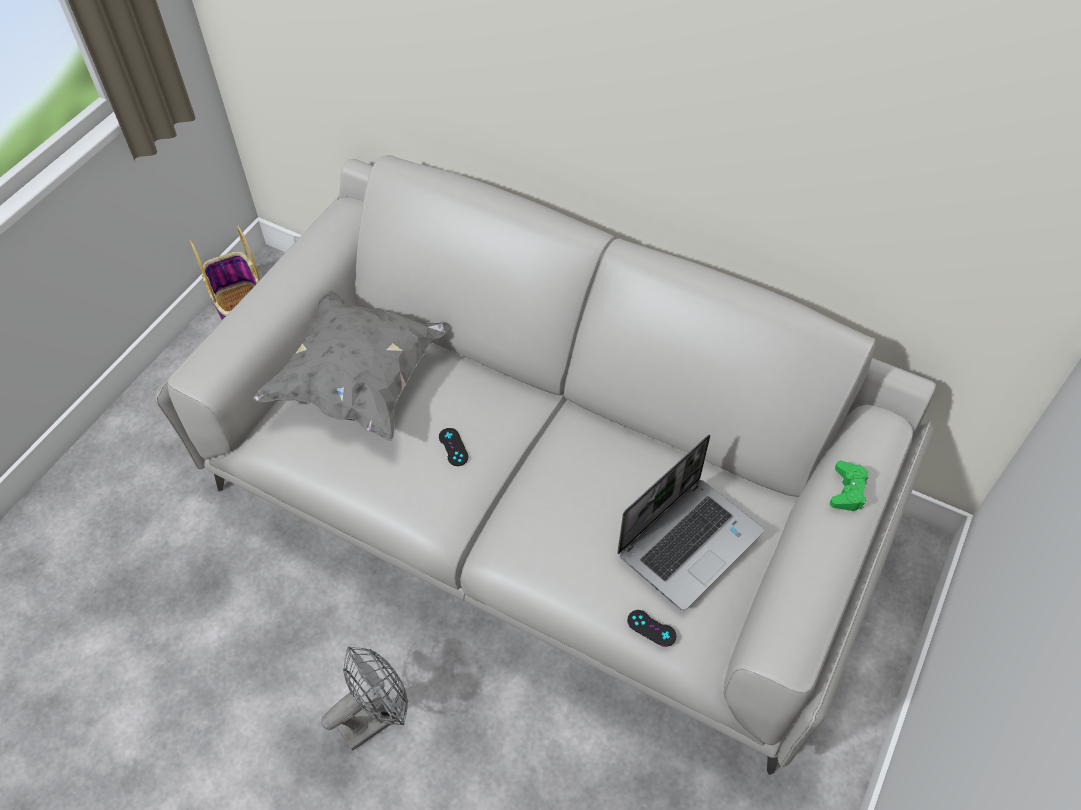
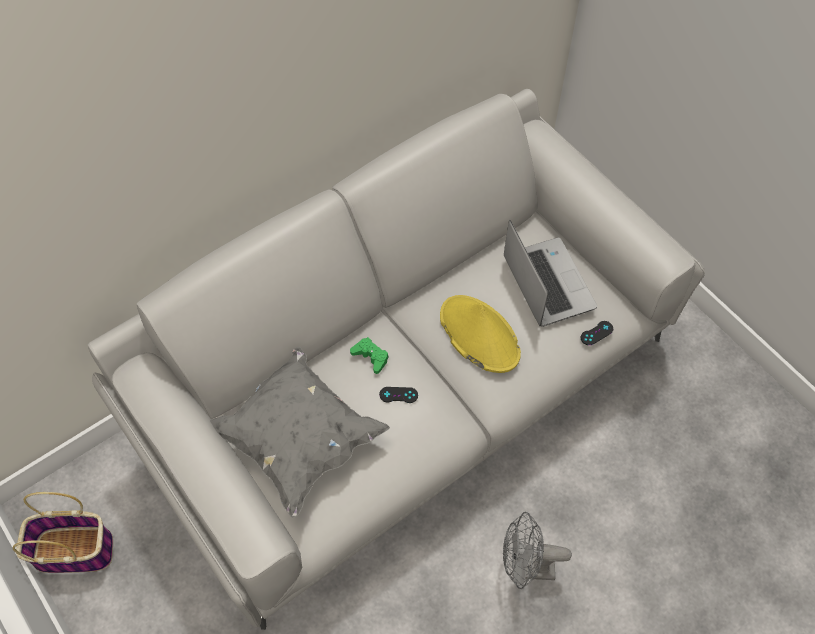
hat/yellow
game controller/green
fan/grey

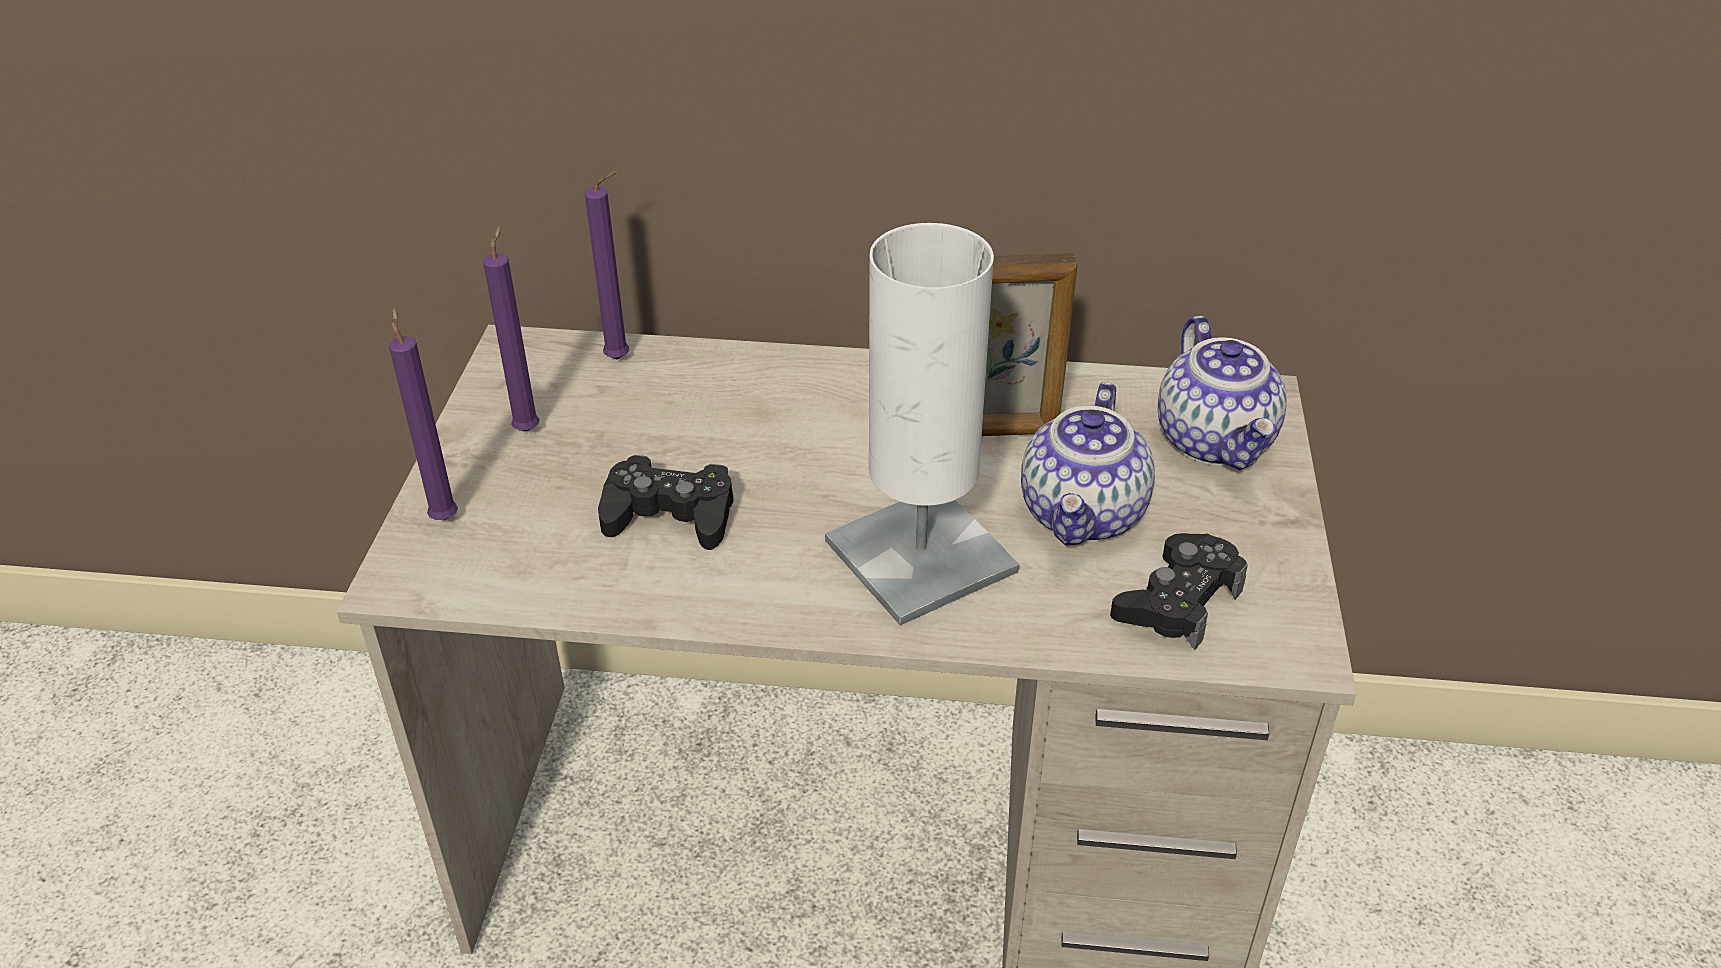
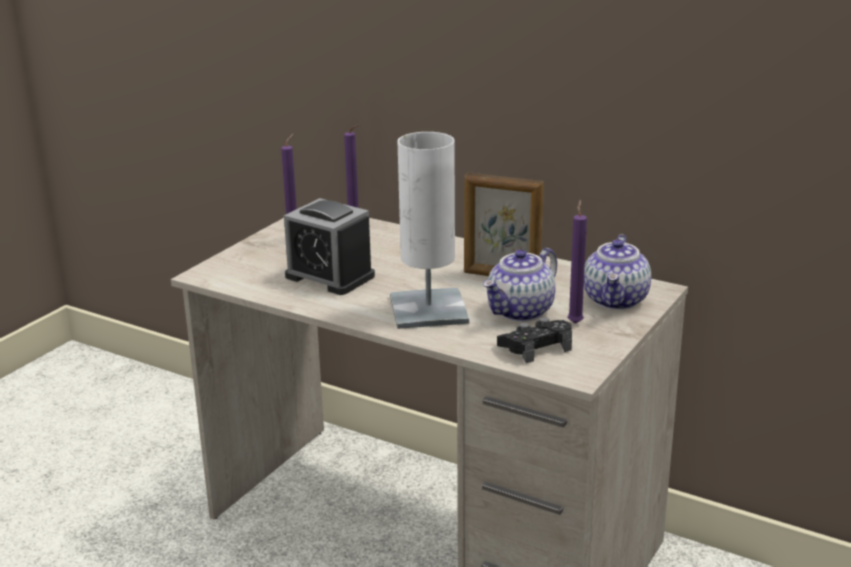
candle/purple (no. 3 from left)
alarm clock

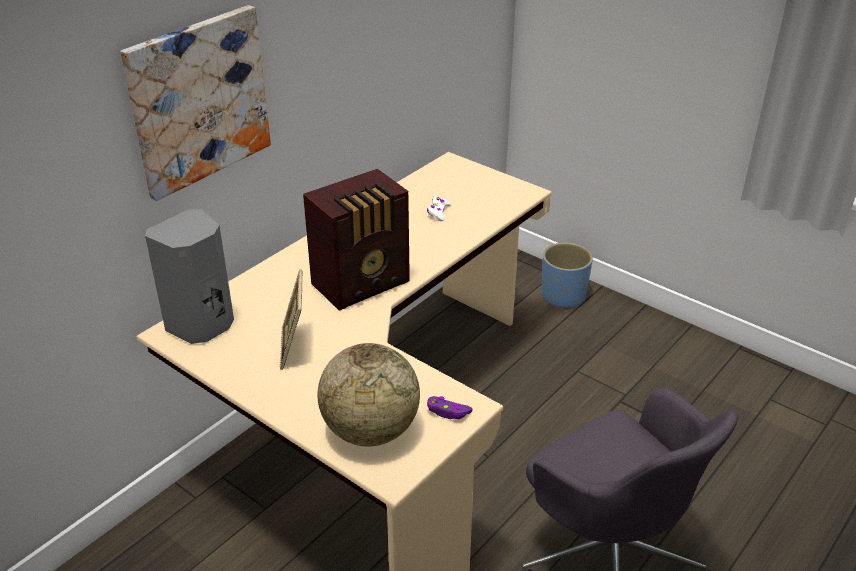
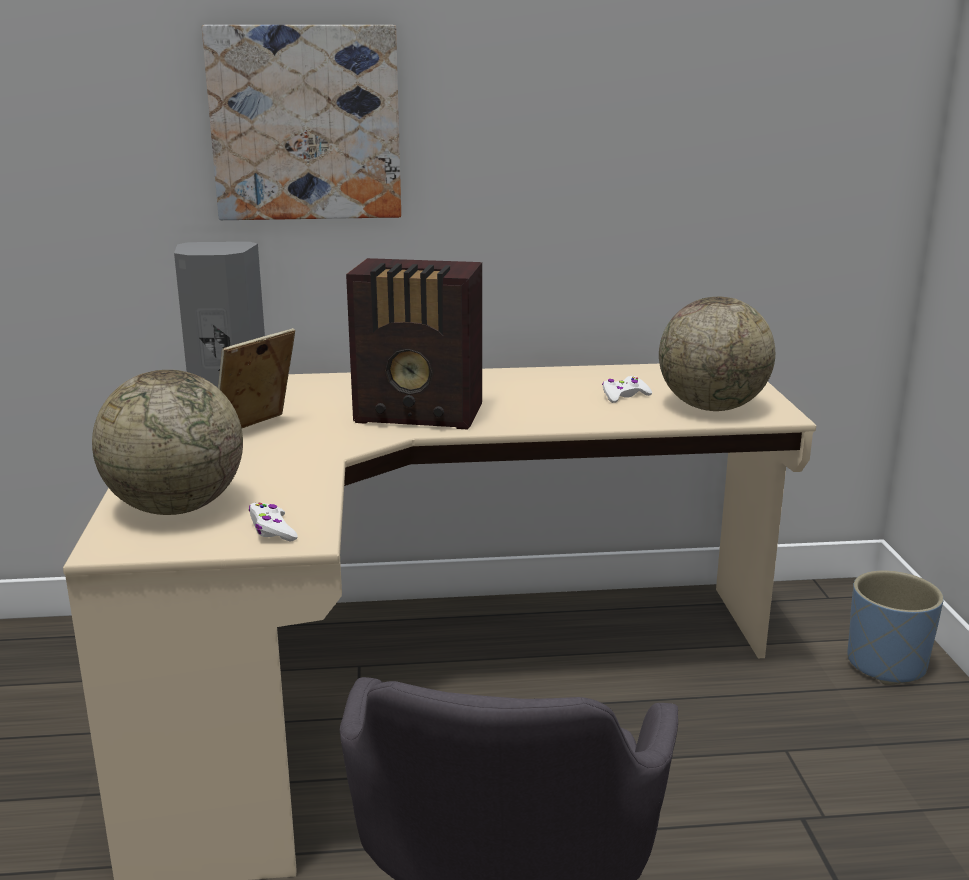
globe (no. 2 from left)
game controller/white (no. 1 from left)

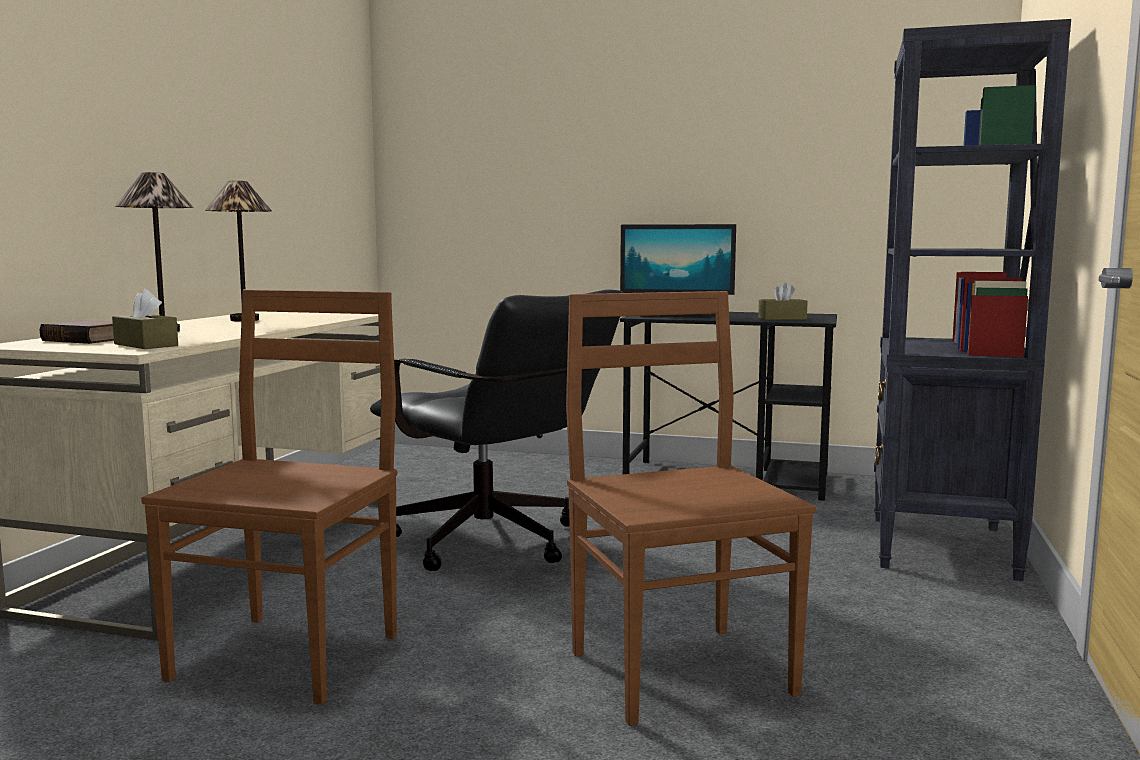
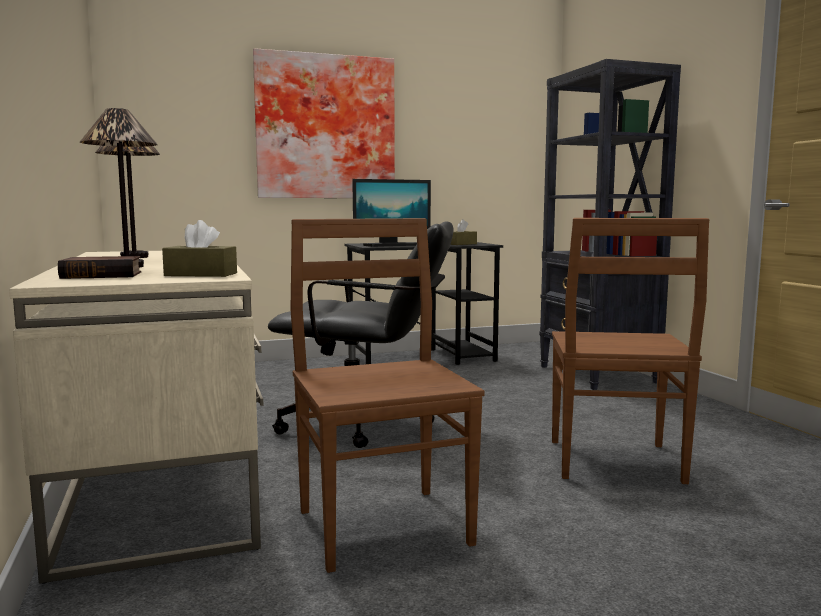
picture
chair/brown (no. 2 from left)

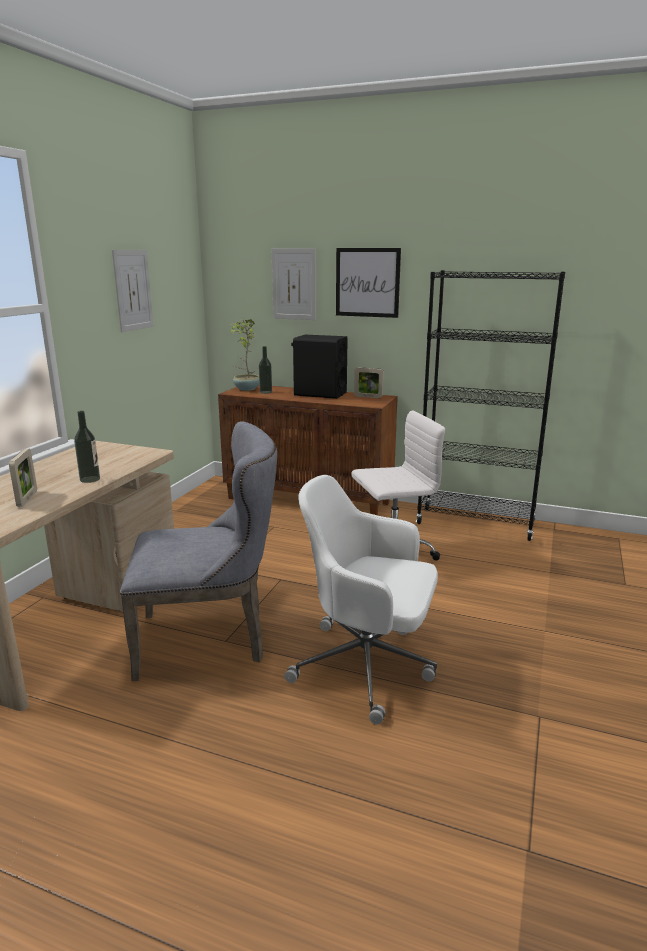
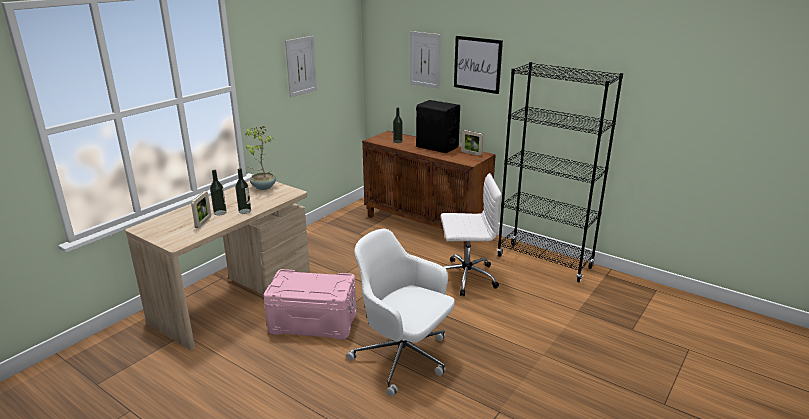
bottle (no. 1 from left)
potted plant
storage box/pink

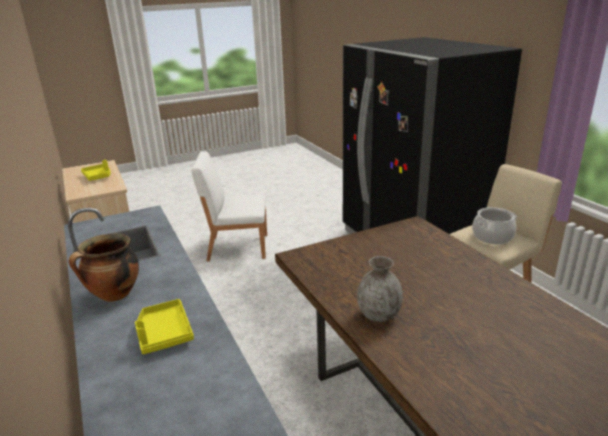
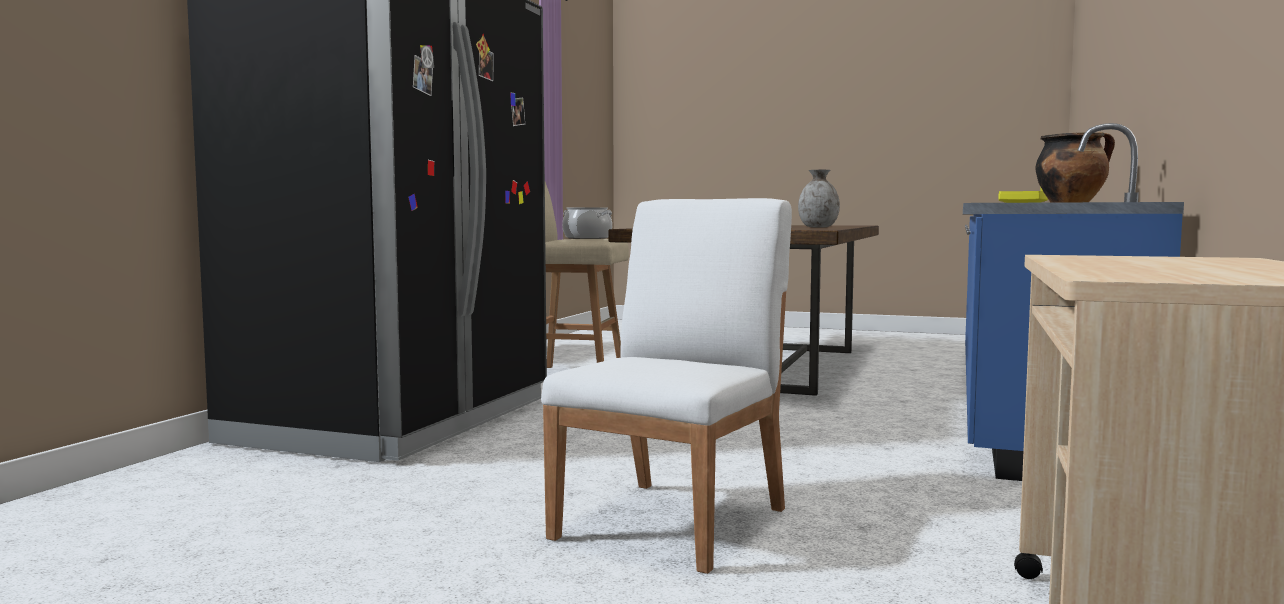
tray/yellow (no. 1 from left in the first image)
chair/white

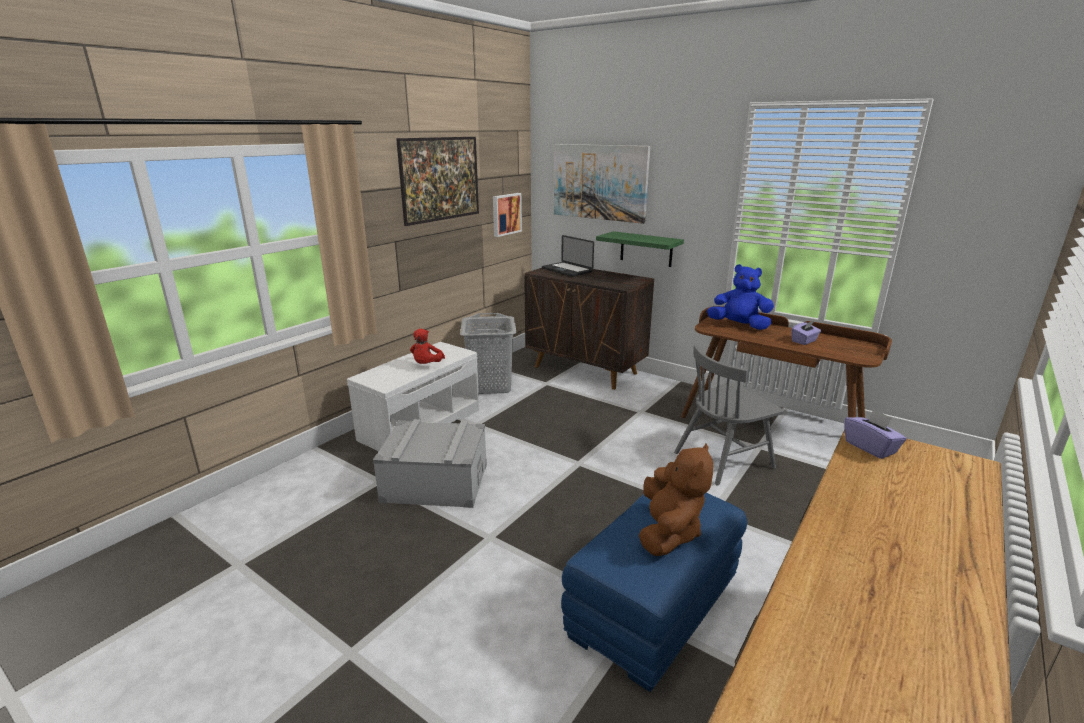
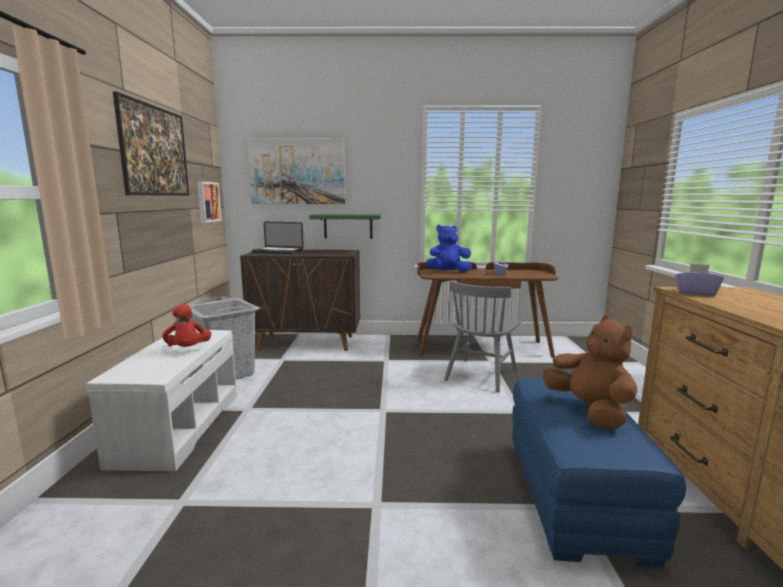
storage box/grey

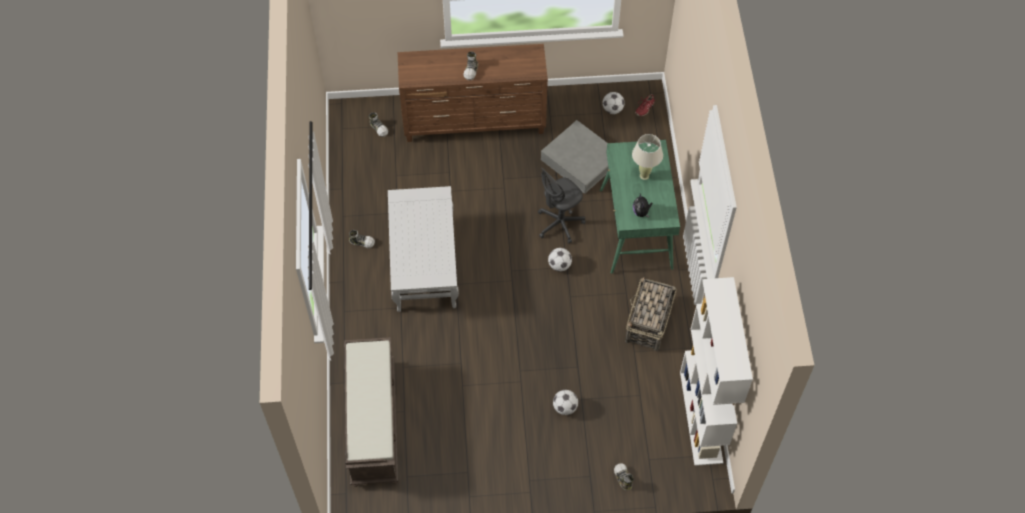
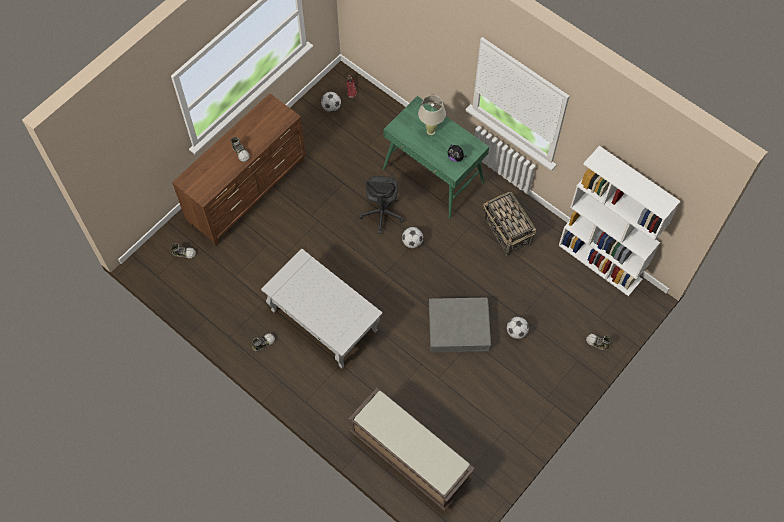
storage box/grey

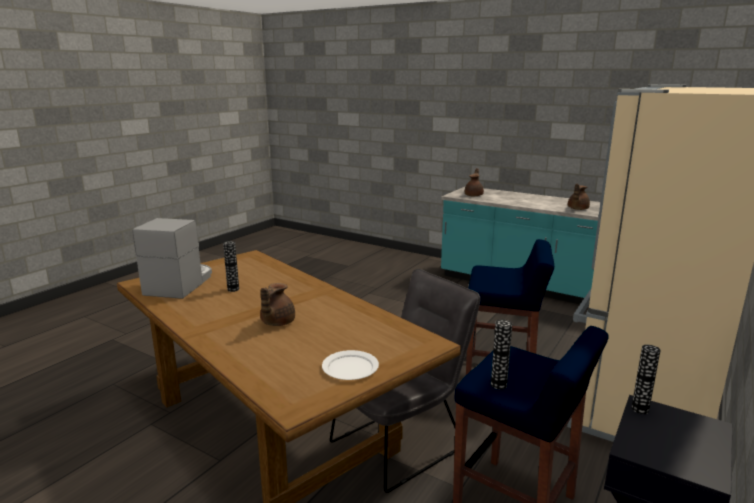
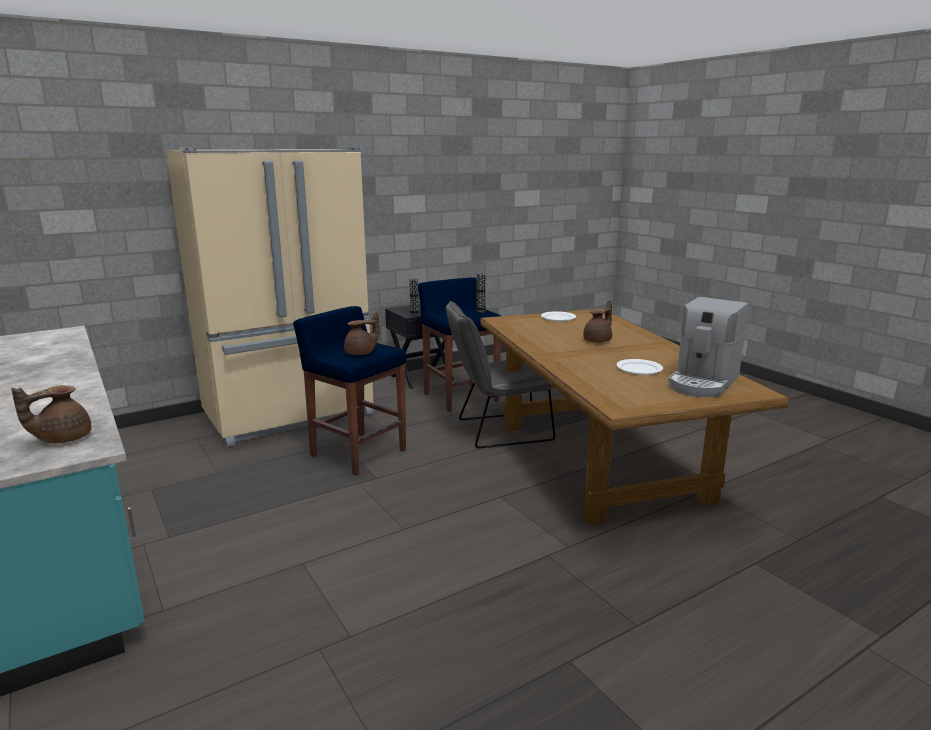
teapot/brown (no. 2 from left)
plate/white (no. 2 from left)

